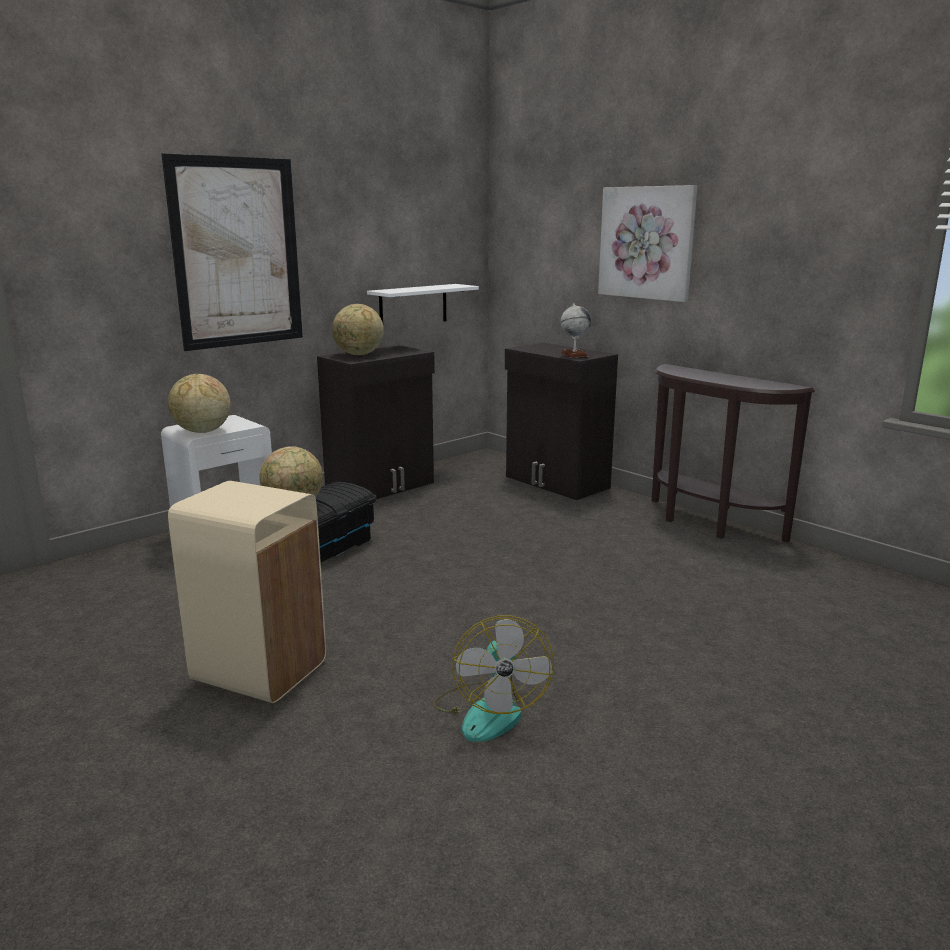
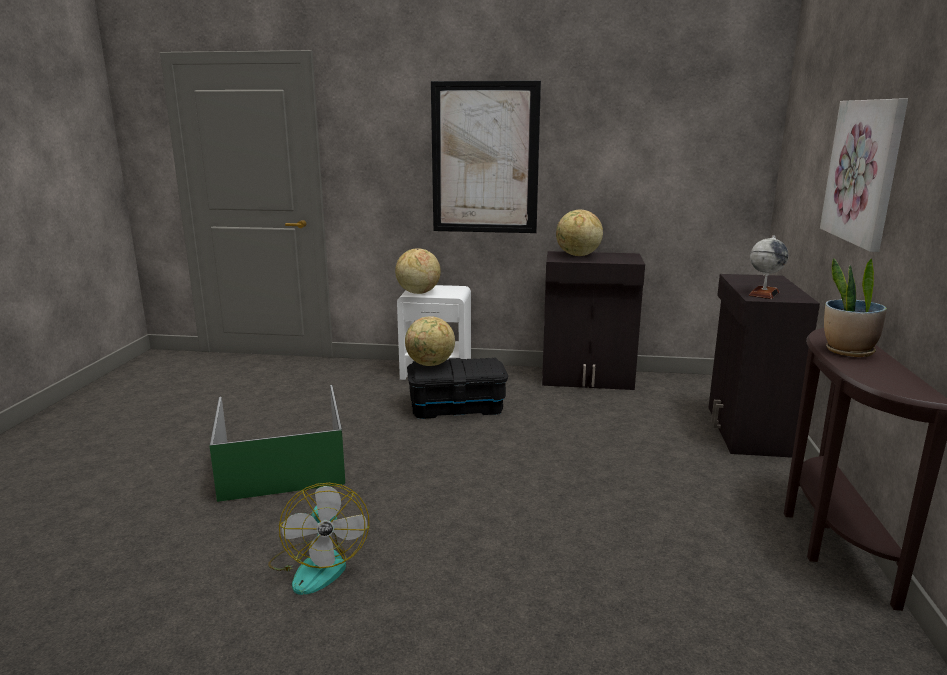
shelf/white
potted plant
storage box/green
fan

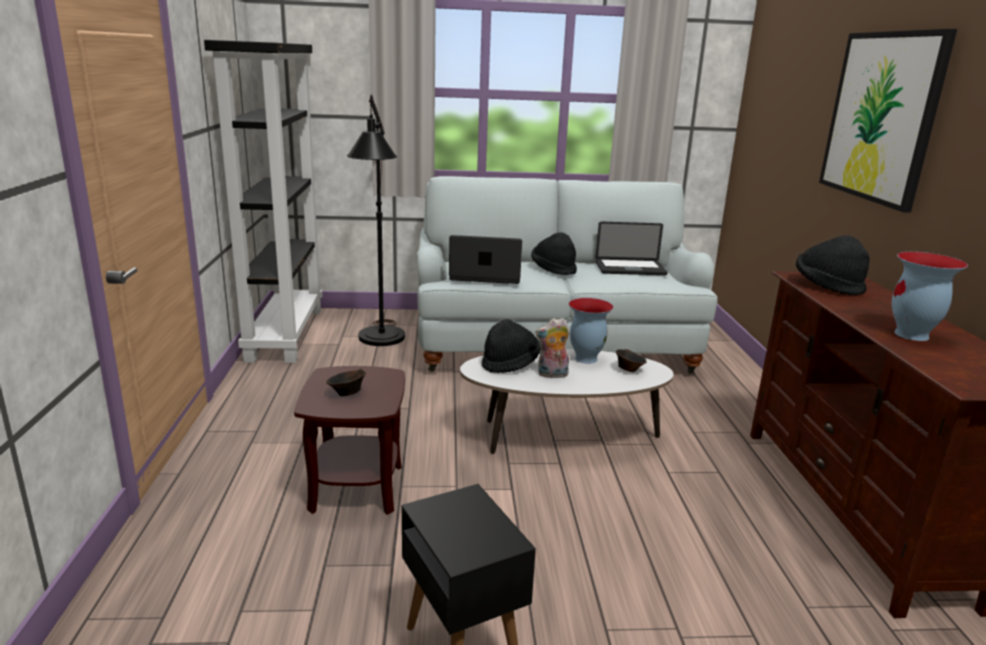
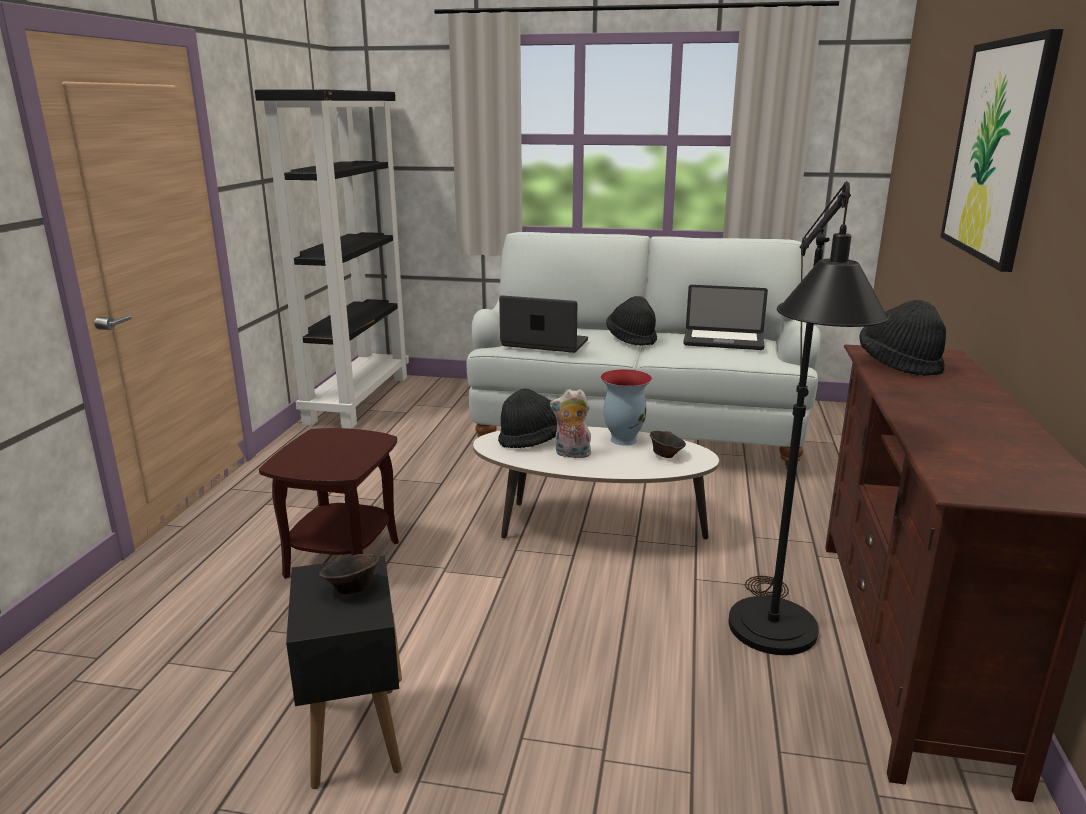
vase (no. 2 from left in the first image)
bowl/brown (no. 1 from left)
floor lamp/black

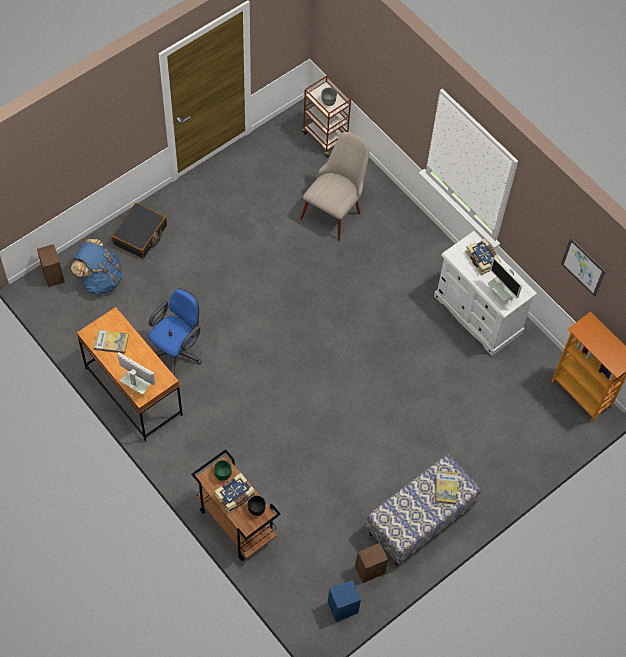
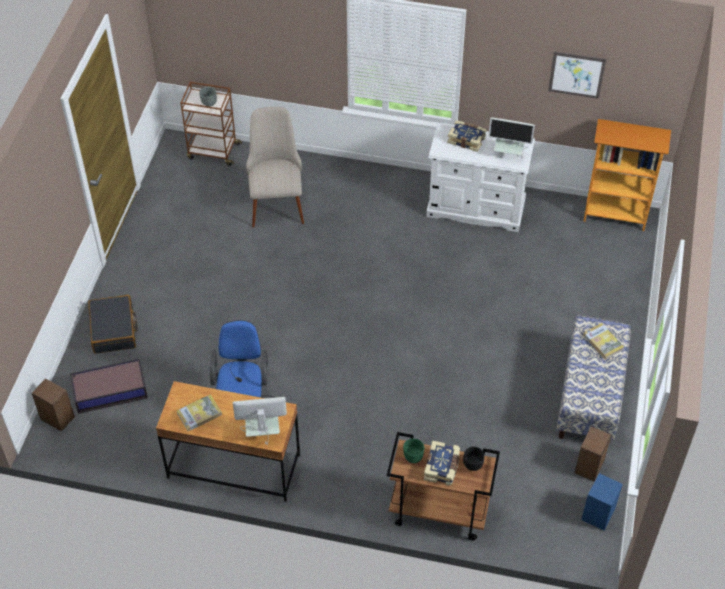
storage box

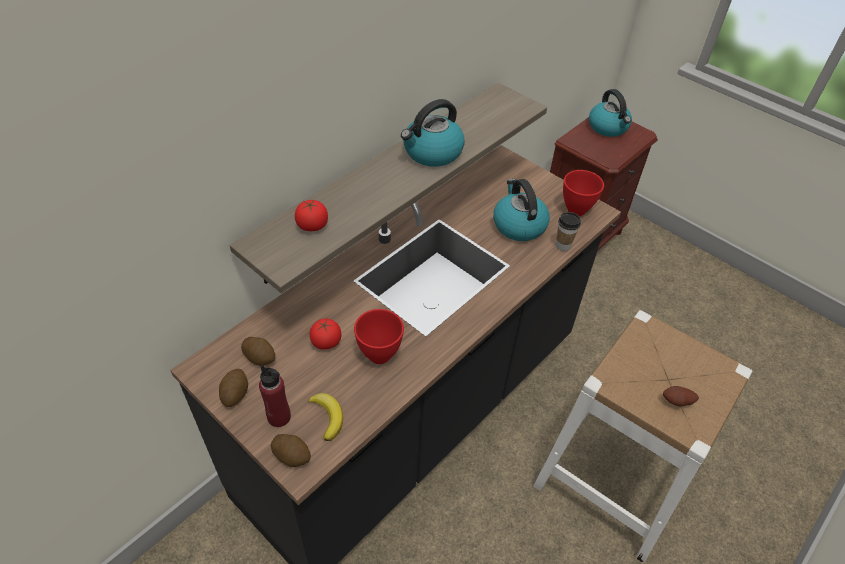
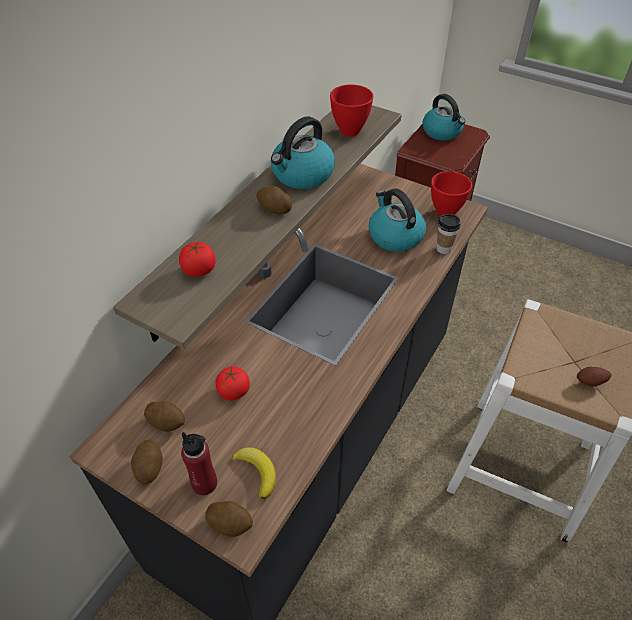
potato (no. 4 from left)
bowl/red (no. 1 from left)

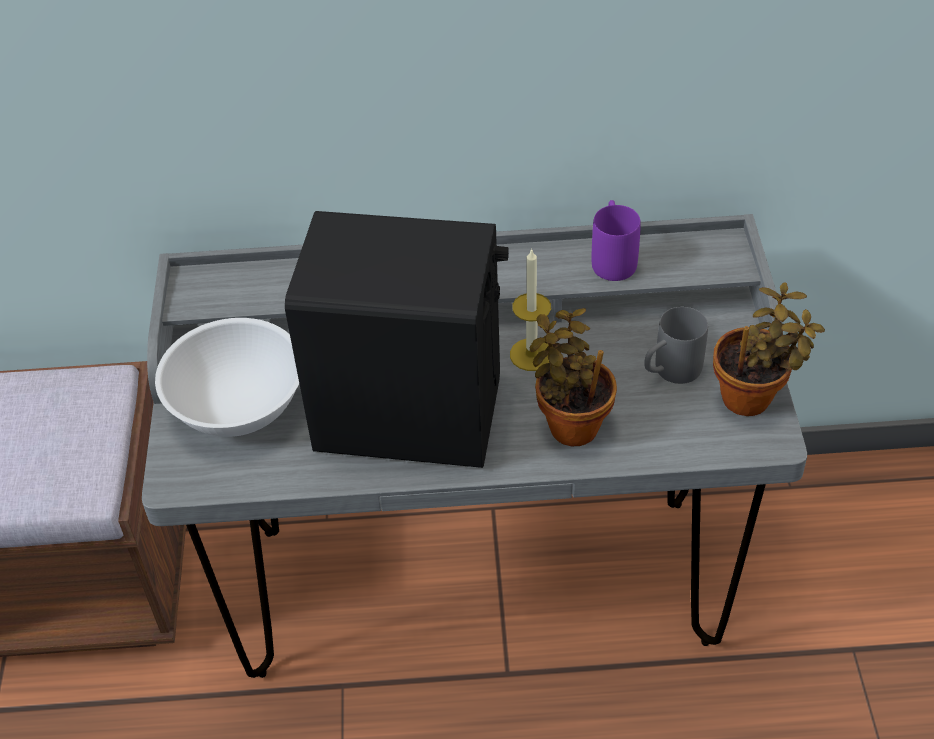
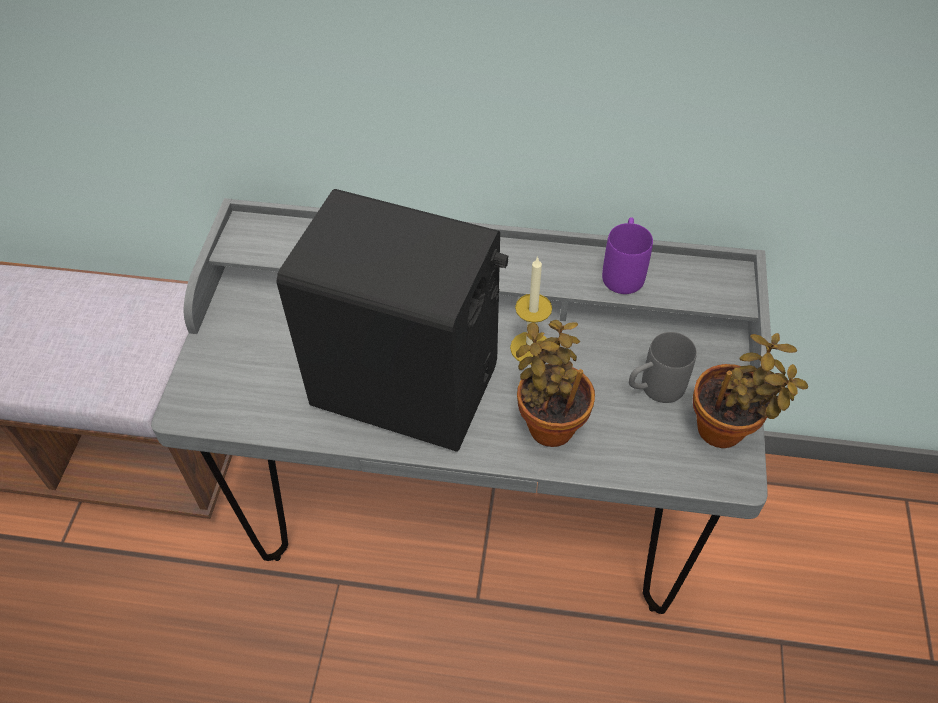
bowl/white

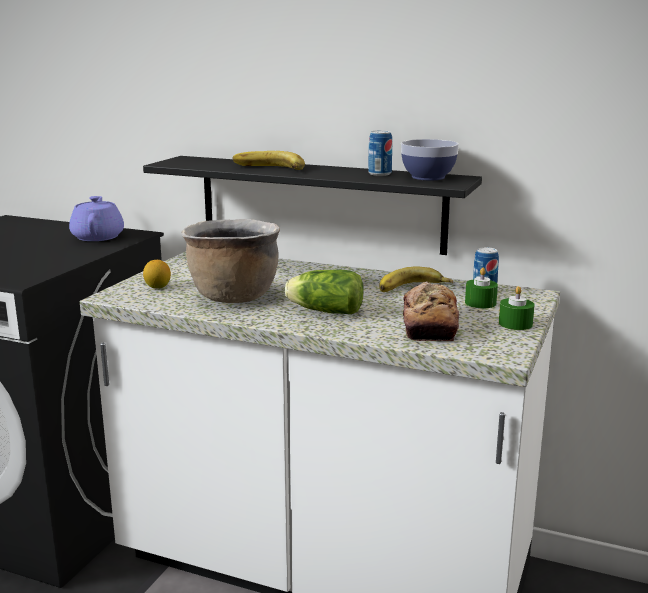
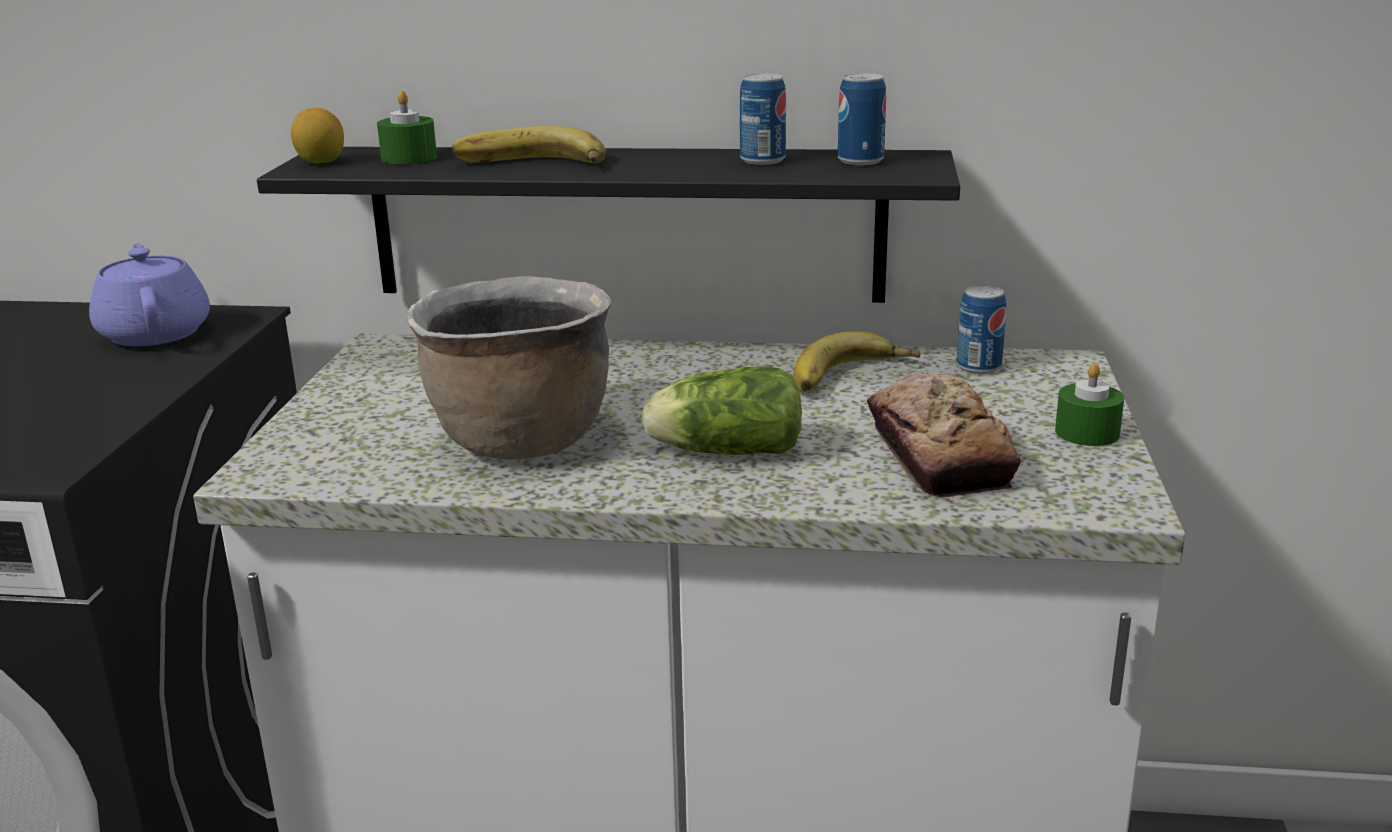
lemon
candle/green (no. 1 from left)
can (no. 2 from left)

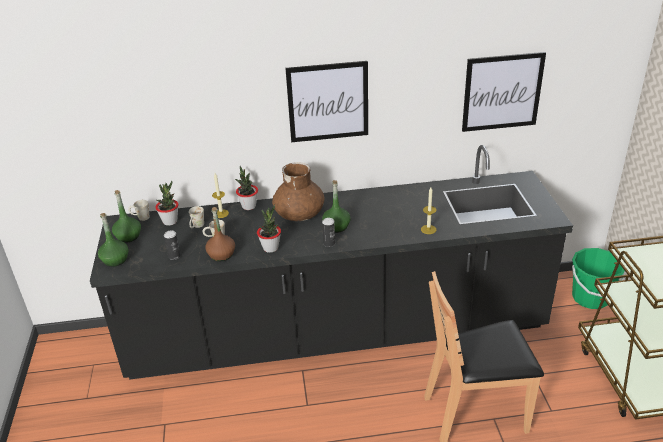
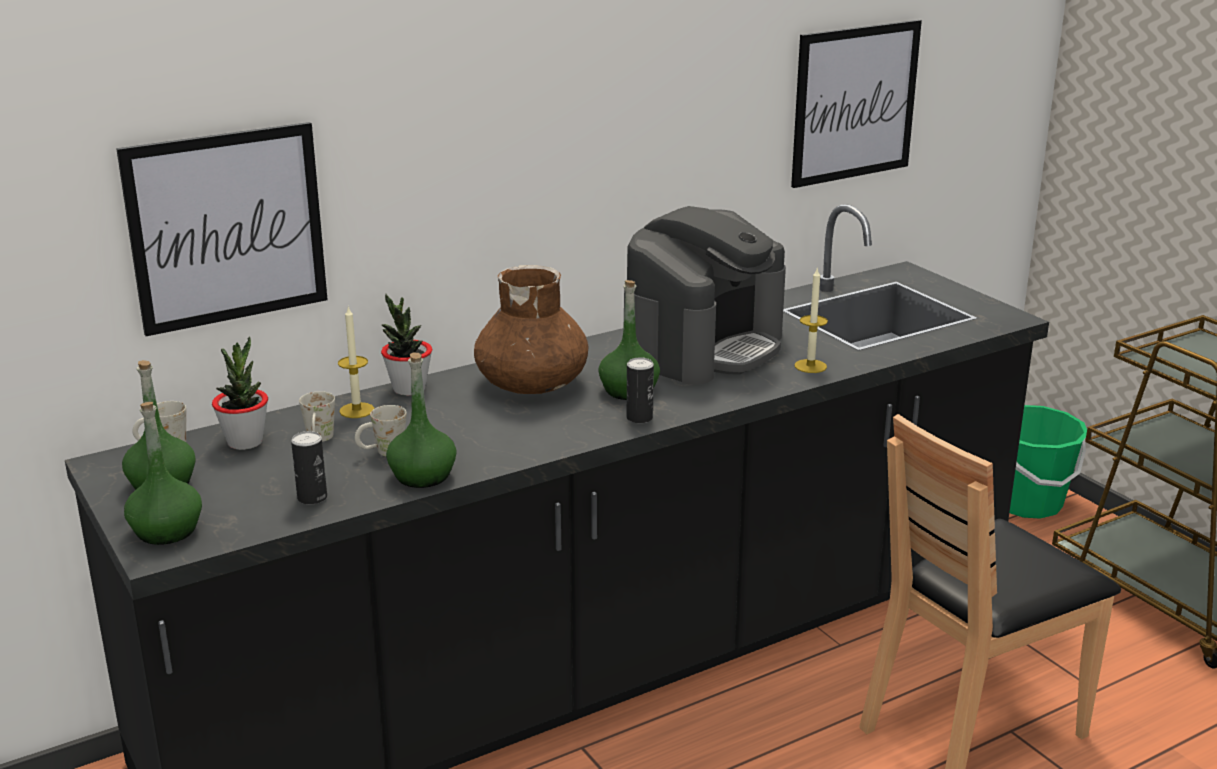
potted plant (no. 3 from left in the first image)
coffee machine
picture (no. 1 from left)
bottle/green (no. 3 from left)

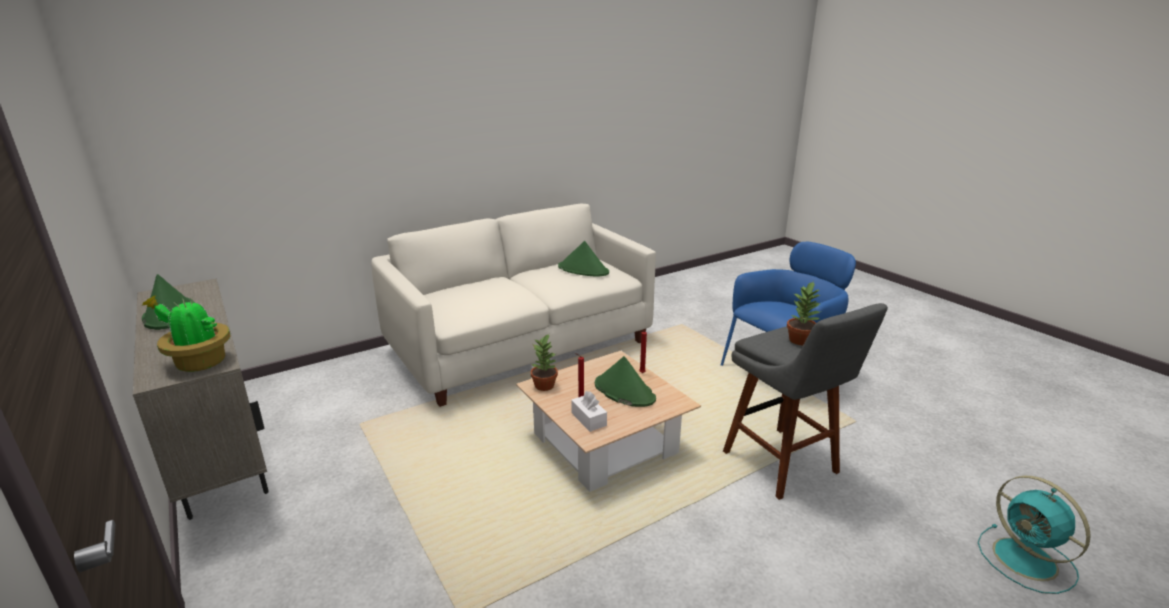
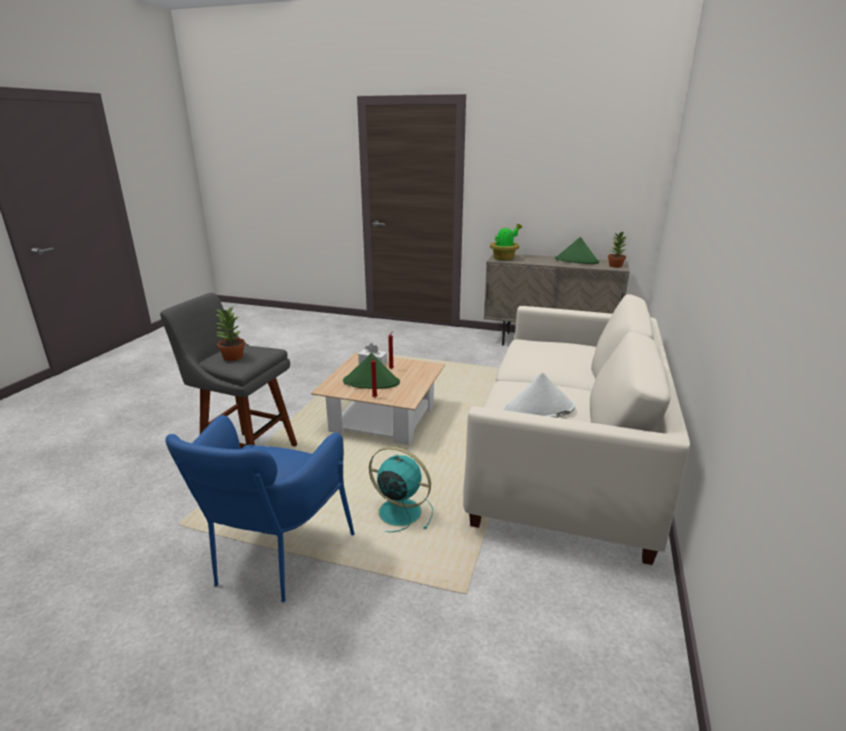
potted plant (no. 3 from left)
fan/turquoise
hat/white

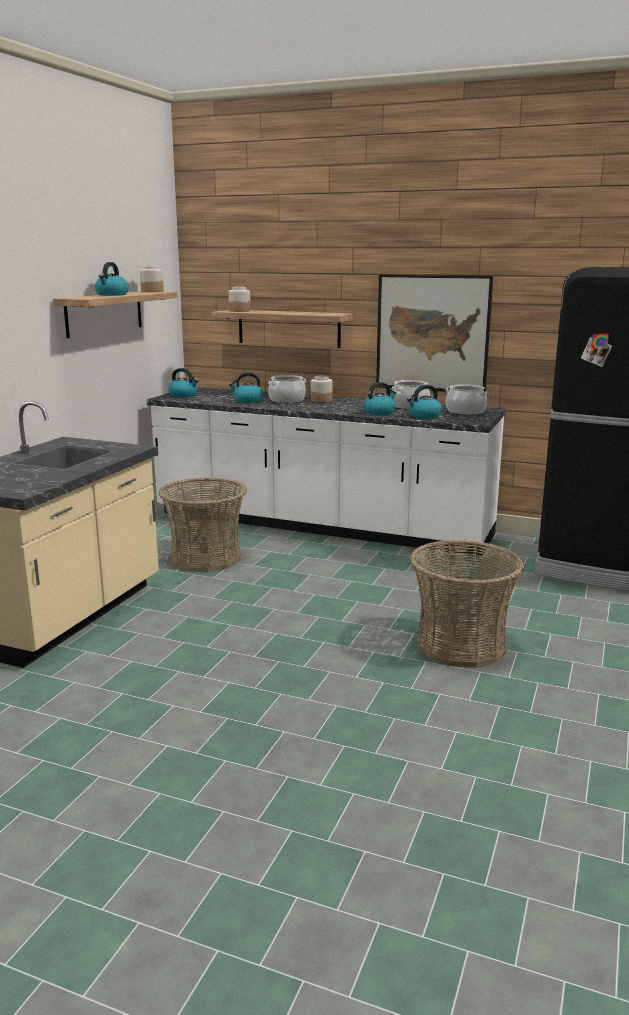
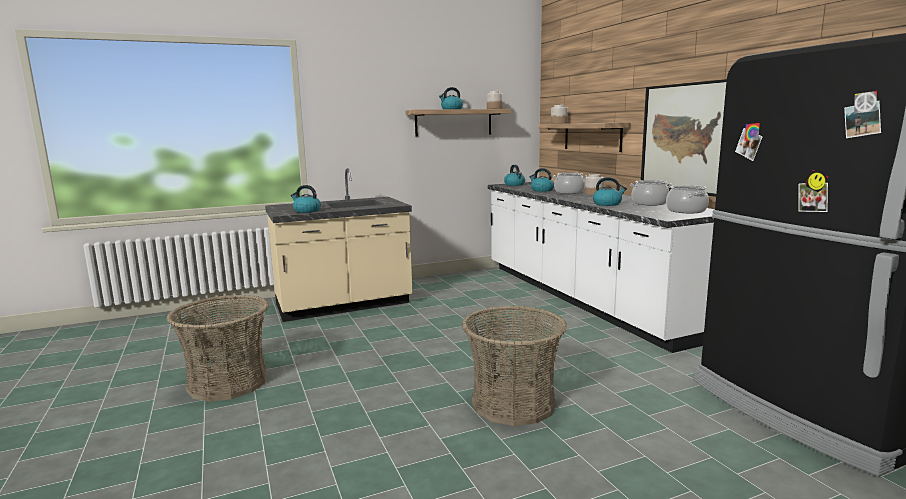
basket (no. 1 from left)
kettle (no. 1 from left)

